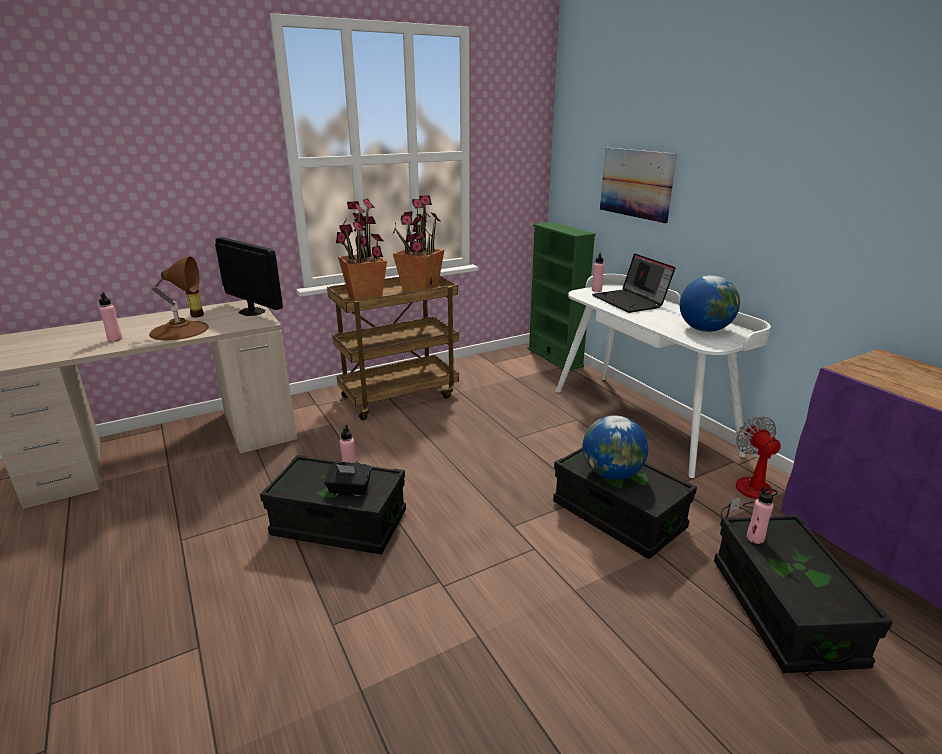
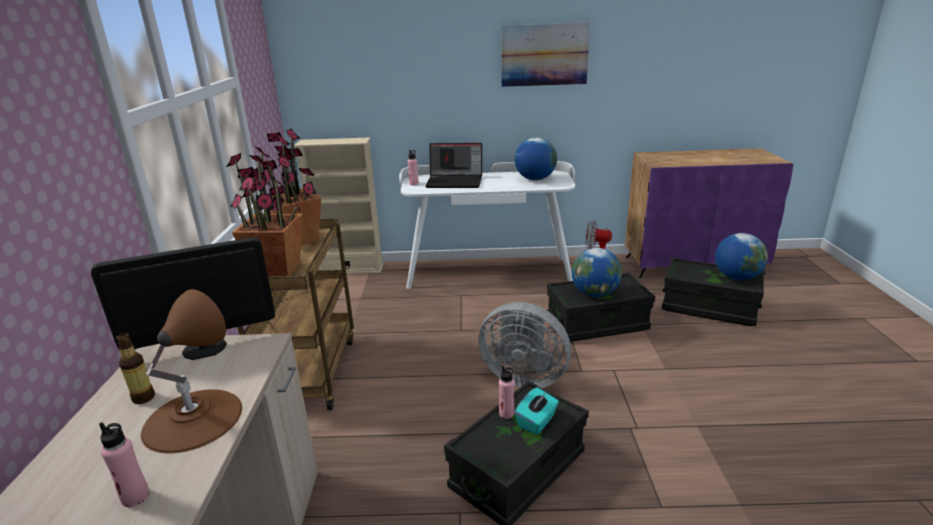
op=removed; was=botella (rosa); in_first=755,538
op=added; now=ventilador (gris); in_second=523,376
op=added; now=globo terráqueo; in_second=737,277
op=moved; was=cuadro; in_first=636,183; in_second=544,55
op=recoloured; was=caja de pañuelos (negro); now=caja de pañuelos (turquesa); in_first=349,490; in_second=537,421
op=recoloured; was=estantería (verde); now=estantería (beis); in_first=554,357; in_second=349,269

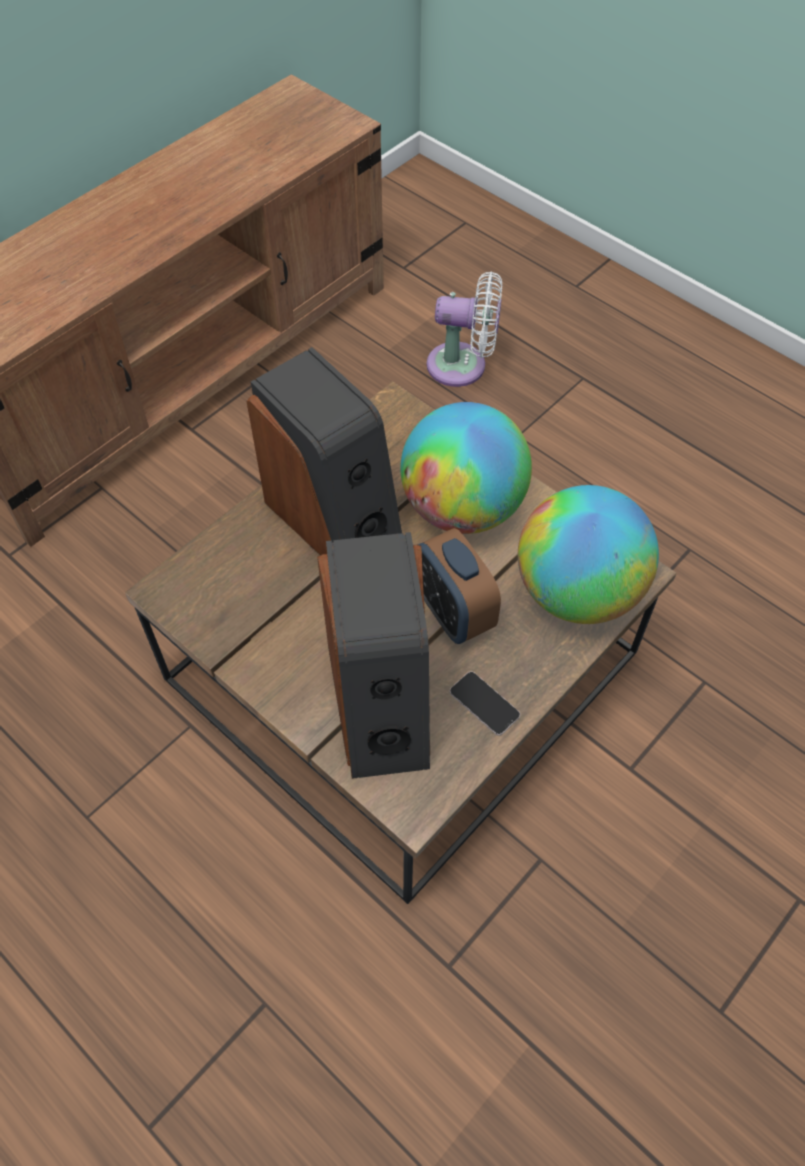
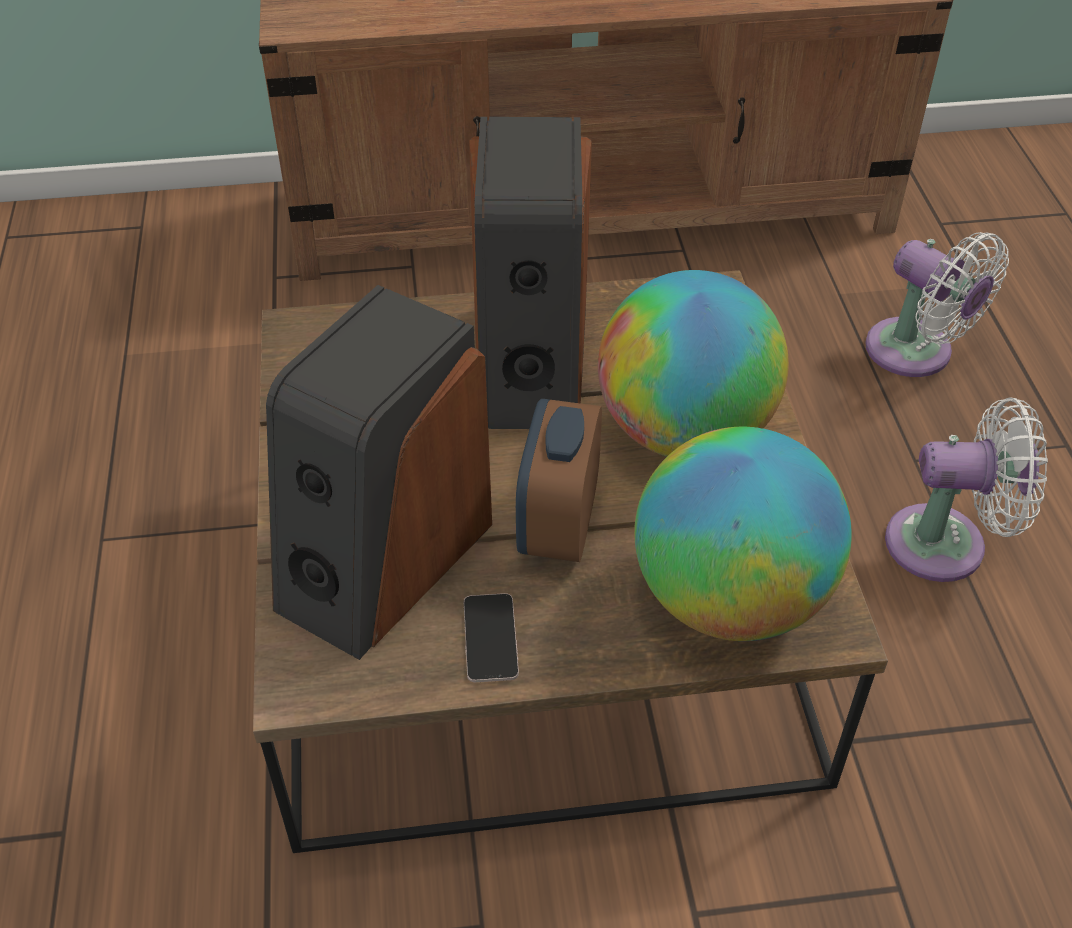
op=added; now=ventilador (blanco); in_second=946,544

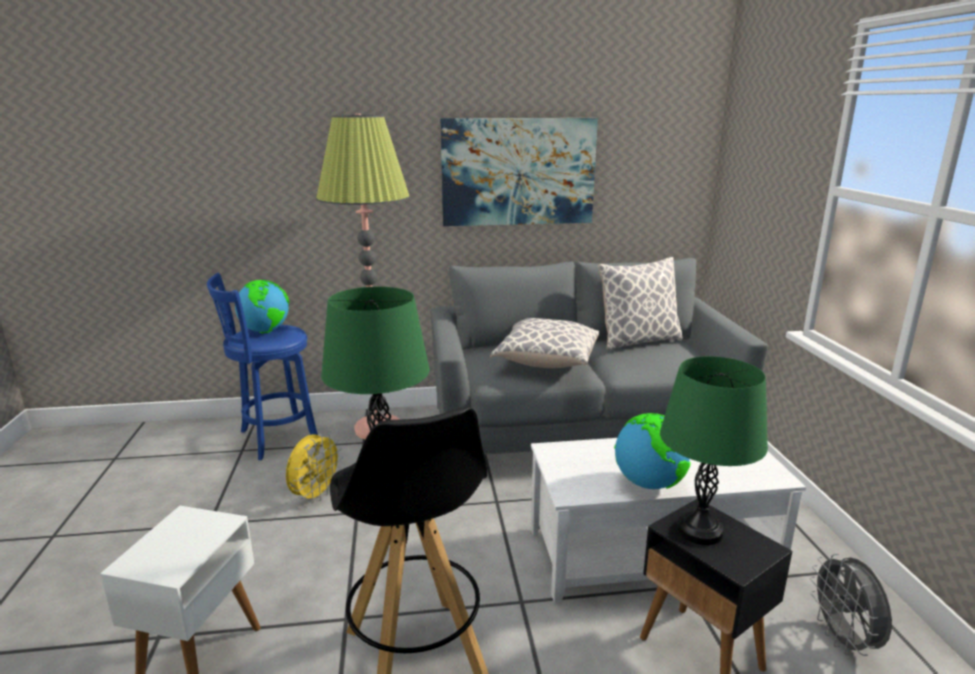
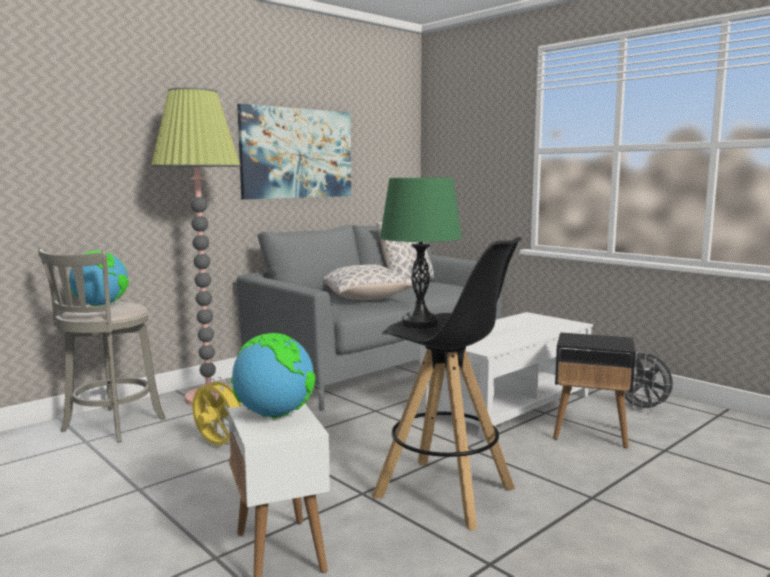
op=removed; was=lámpara de mesa (verde); in_first=699,531
op=moved; was=globo terráqueo; in_first=648,484; in_second=274,415
op=recoloured; was=taburete (azul); now=taburete (gris); in_first=275,438; in_second=110,426
op=turned; was=ventilador (amarillo); in_first=315,495; in_second=218,446; clockwise=-45

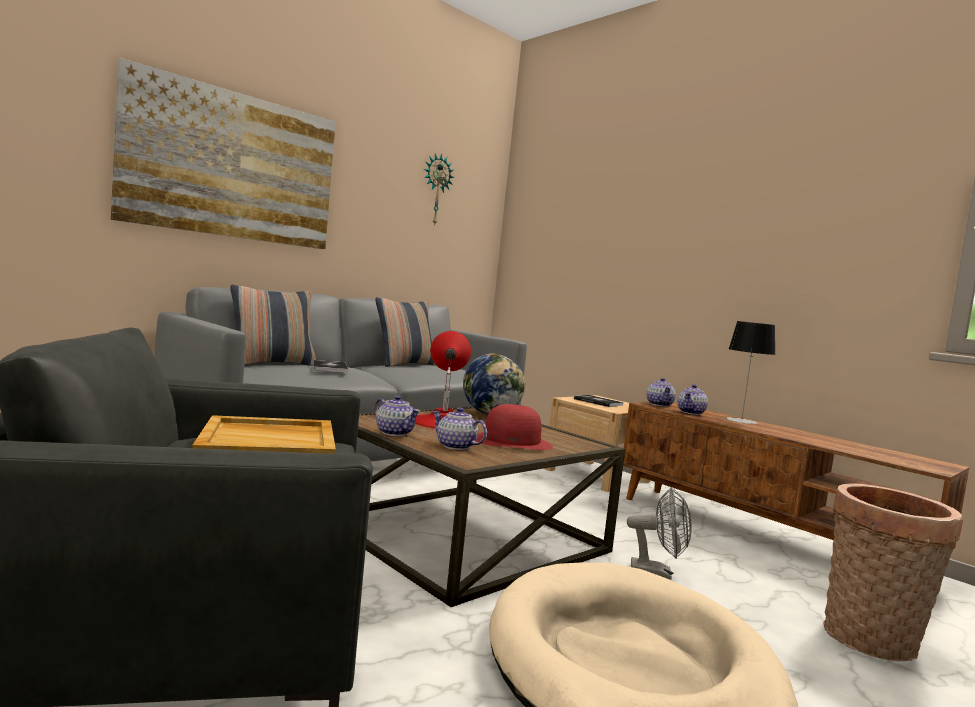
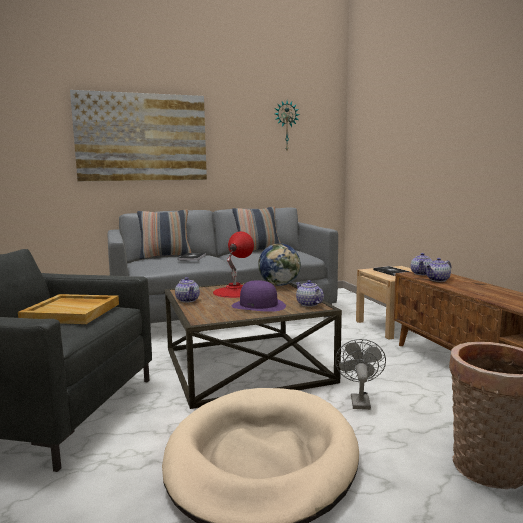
op=removed; was=lámpara de mesa; in_first=741,421
op=moved; was=tetera; in_first=456,446; in_second=308,304
op=recoloured; was=sombrero (rojo); now=sombrero (morado); in_first=512,442; in_second=259,305
op=turned; was=ventilador (gris); in_first=657,572; in_second=359,400; clockwise=-120

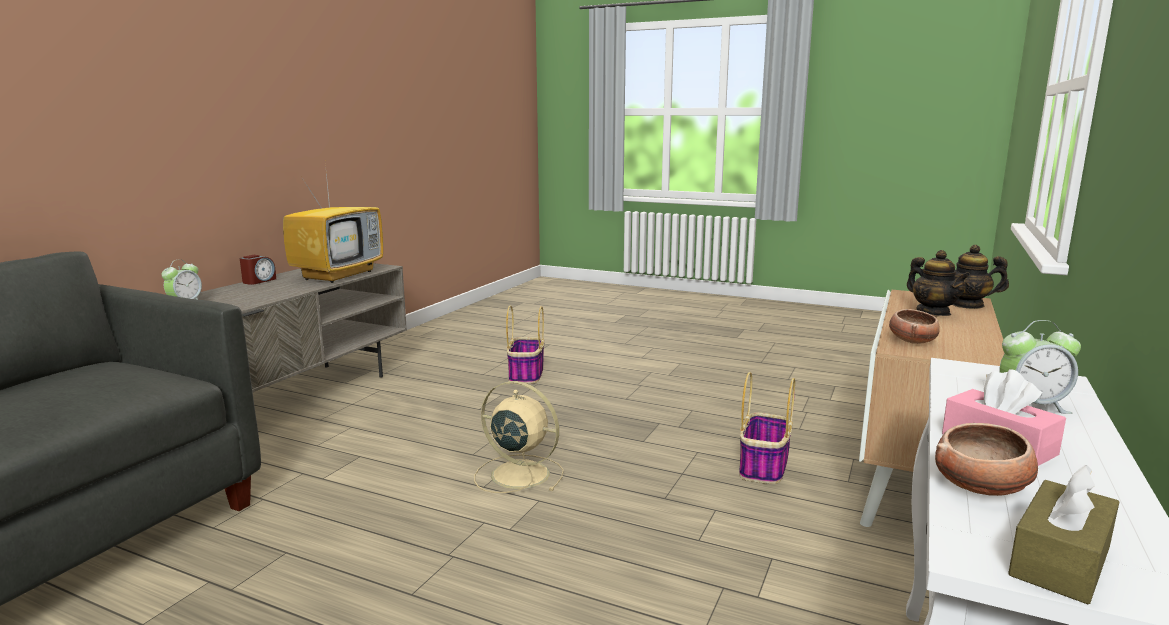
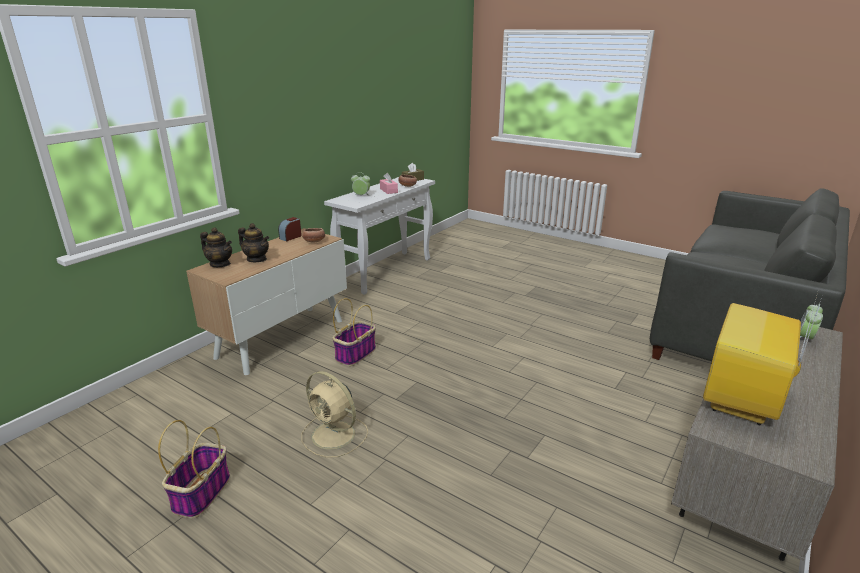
op=moved; was=despertador; in_first=259,281; in_second=291,237
op=moved; was=ventilador (beis); in_first=517,474; in_second=335,435
op=moved; was=cesta; in_first=526,375; in_second=202,492
op=turned; was=tetera; in_first=933,312; in_second=257,259; clockwise=135

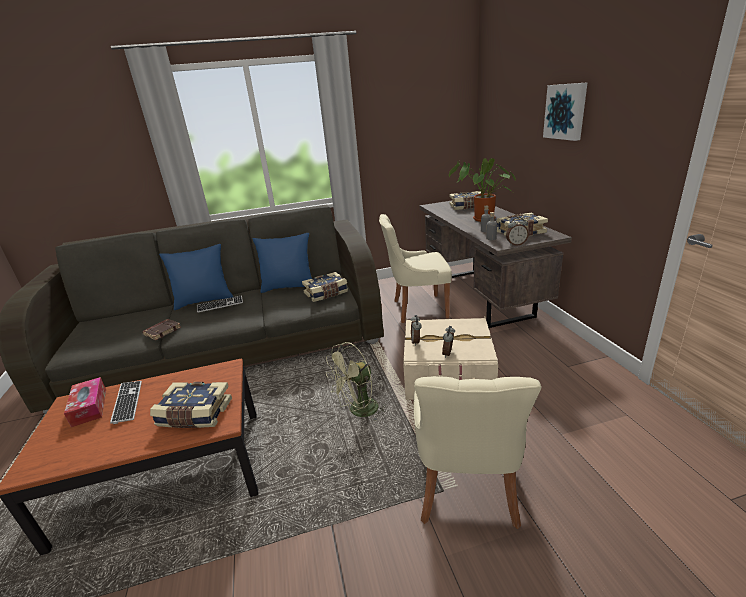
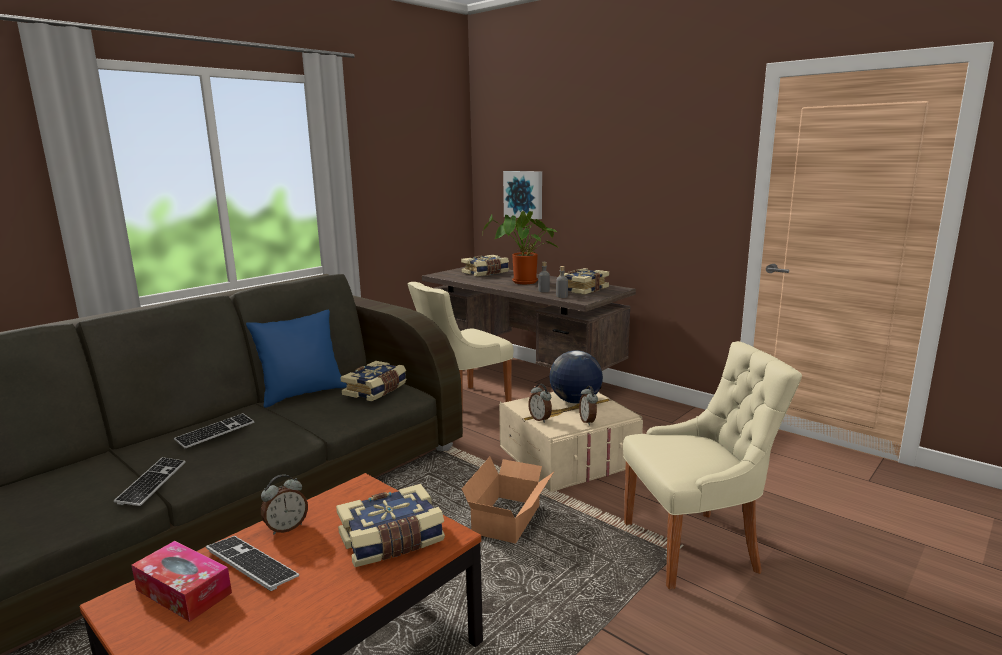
op=removed; was=cojín (azul); in_first=204,301
op=added; now=globo terráqueo; in_second=575,401
op=moved; was=despertador; in_first=516,244; in_second=286,528
op=moved; was=cuadro; in_first=566,111; in_second=524,194
op=replaced; was=libro (marrón); now=teclado; in_first=162,331; in_second=152,483
op=replaced; was=ventilador (verde); now=caja de cartón; in_first=359,411; in_second=510,519
op=turned; was=silla (beis); in_first=466,491; in_second=695,546; clockwise=-75

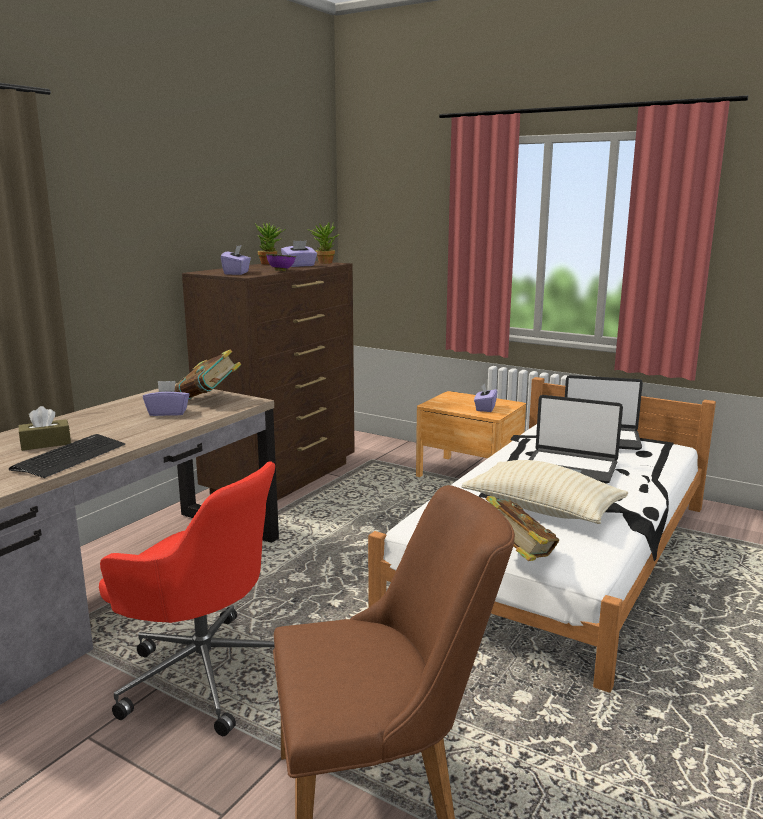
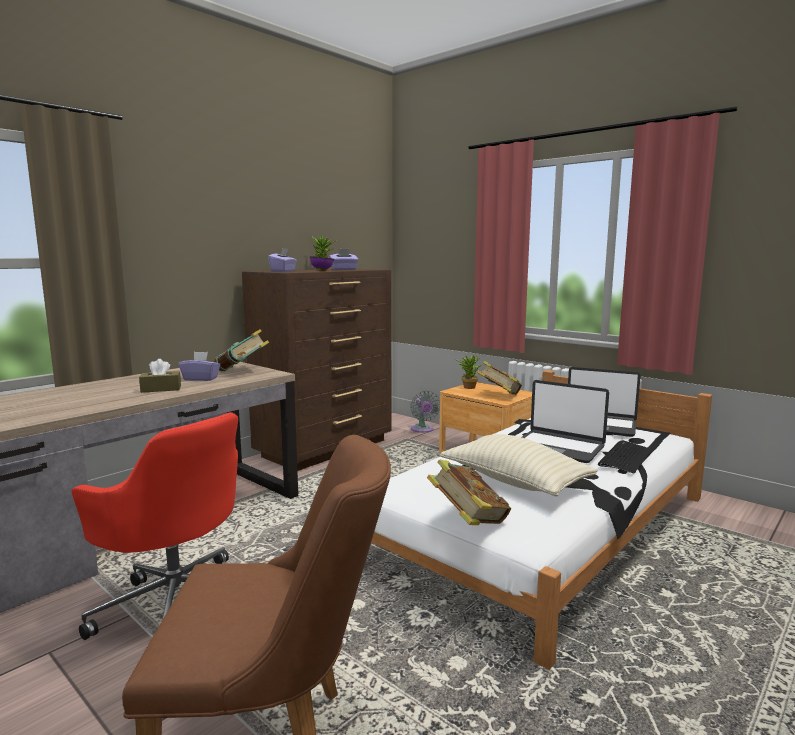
op=added; now=ventilador (gris); in_second=423,430
op=moved; was=teclado; in_first=70,457; in_second=625,457
op=moved; was=caja de pañuelos (marrón); in_first=46,444; in_second=161,389
op=moved; was=planta en maceta; in_first=324,263; in_second=468,387
op=replaced; was=caja de pañuelos (morado); now=libro; in_first=485,408; in_second=499,395

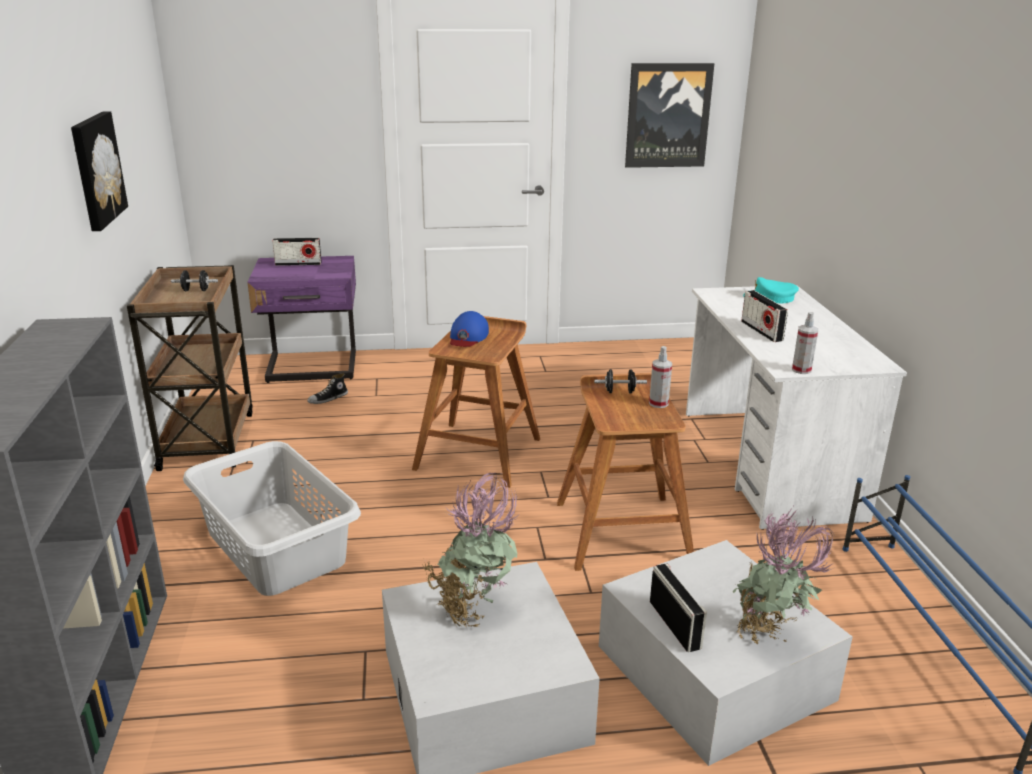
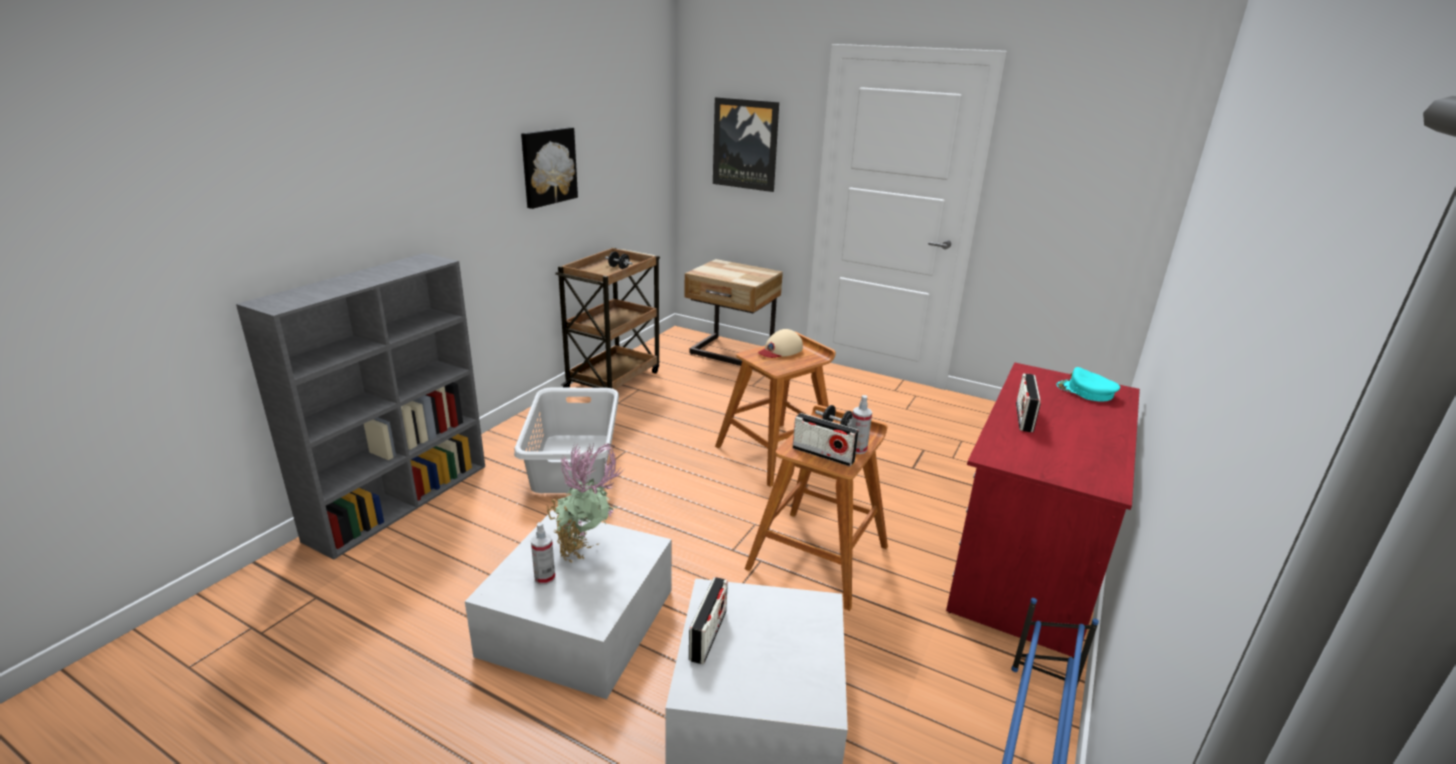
op=removed; was=zapato; in_first=328,399
op=removed; was=planta en maceta; in_first=769,640
op=moved; was=radio; in_first=298,264; in_second=823,454
op=moved; was=cuadro; in_first=668,115; in_second=745,144
op=moved; was=pulverizador; in_first=801,370; in_second=545,577
op=recoloured; was=mesita de noche (morado); now=mesita de noche (beis); in_first=313,369; in_second=731,353
op=recoloured; was=gorra (azul); now=gorra (beis); in_first=468,336; in_second=780,350
op=recoloured; was=escritorio (blanco); now=escritorio (rojo); in_first=768,463; in_second=1028,559

